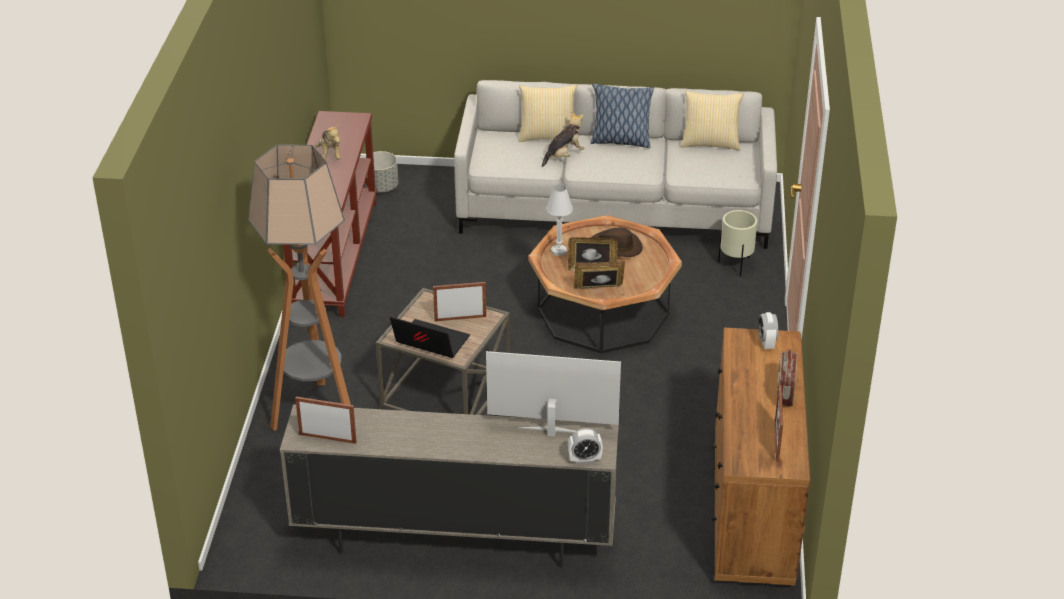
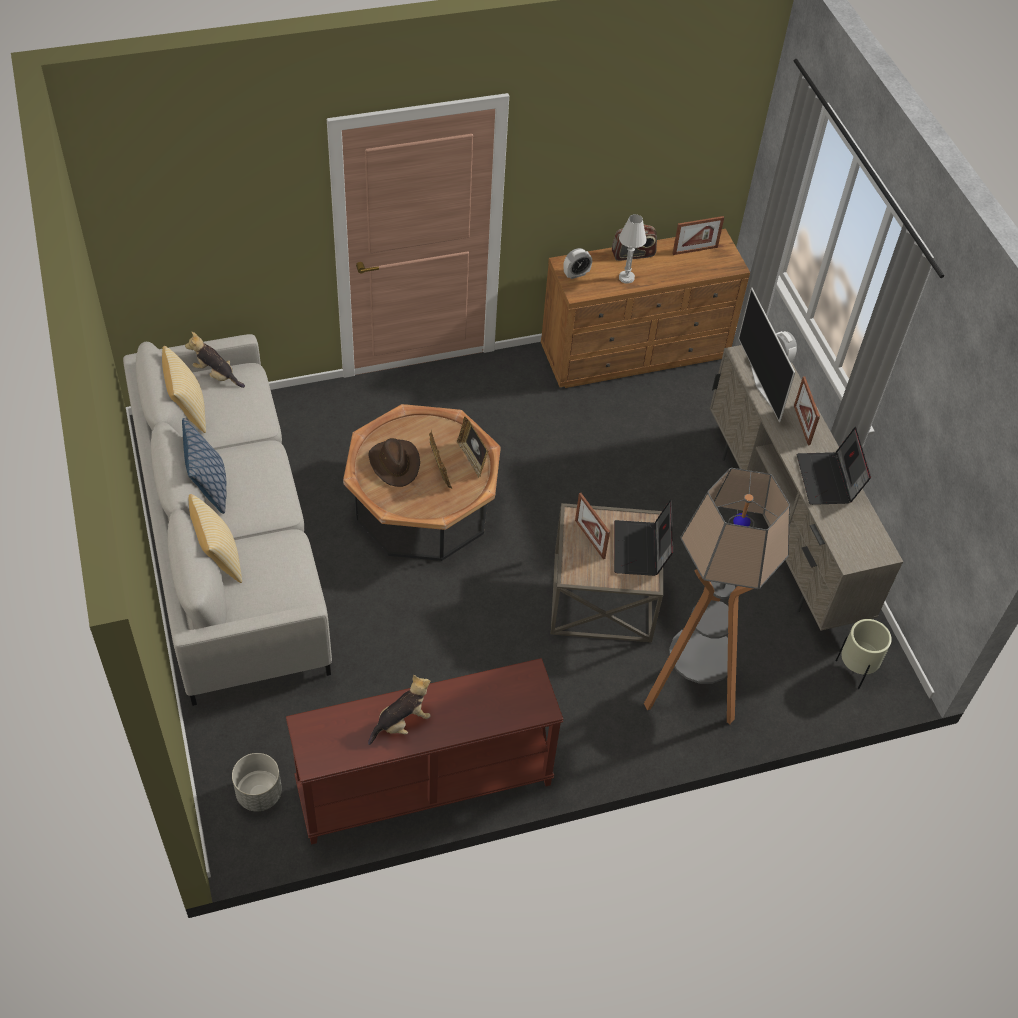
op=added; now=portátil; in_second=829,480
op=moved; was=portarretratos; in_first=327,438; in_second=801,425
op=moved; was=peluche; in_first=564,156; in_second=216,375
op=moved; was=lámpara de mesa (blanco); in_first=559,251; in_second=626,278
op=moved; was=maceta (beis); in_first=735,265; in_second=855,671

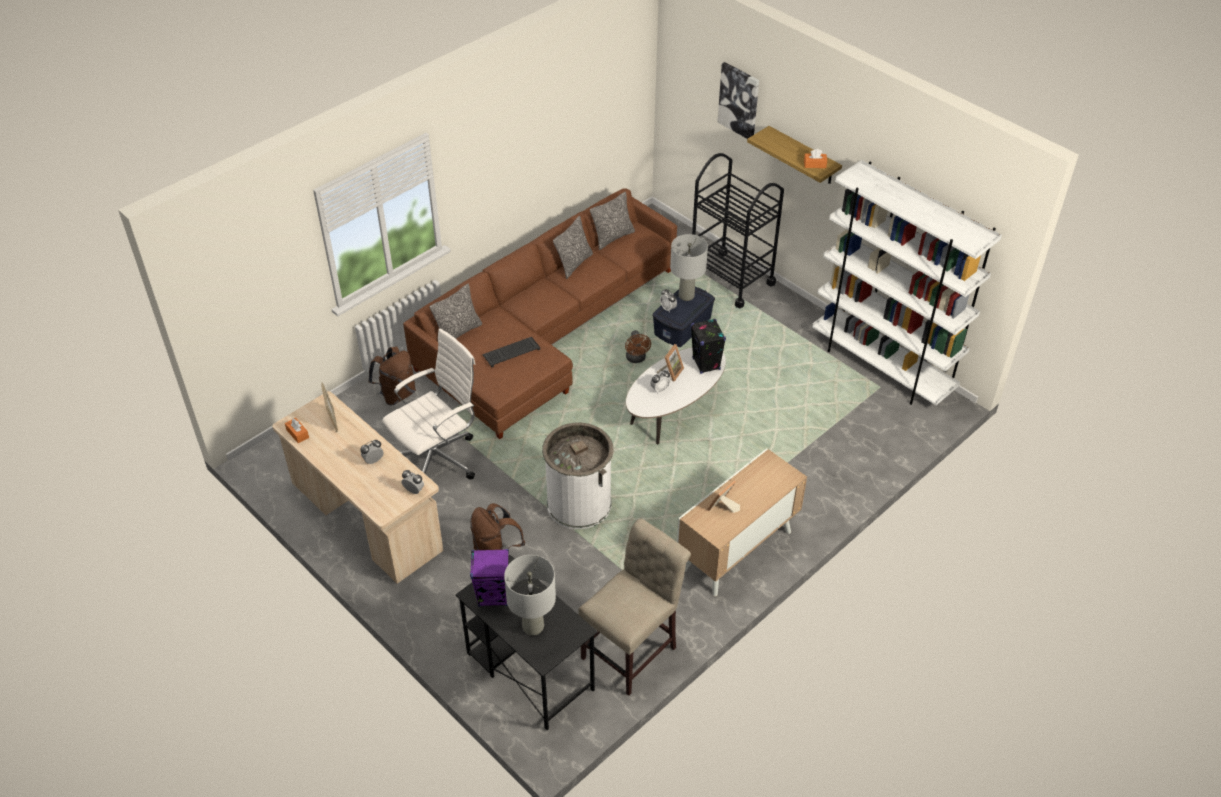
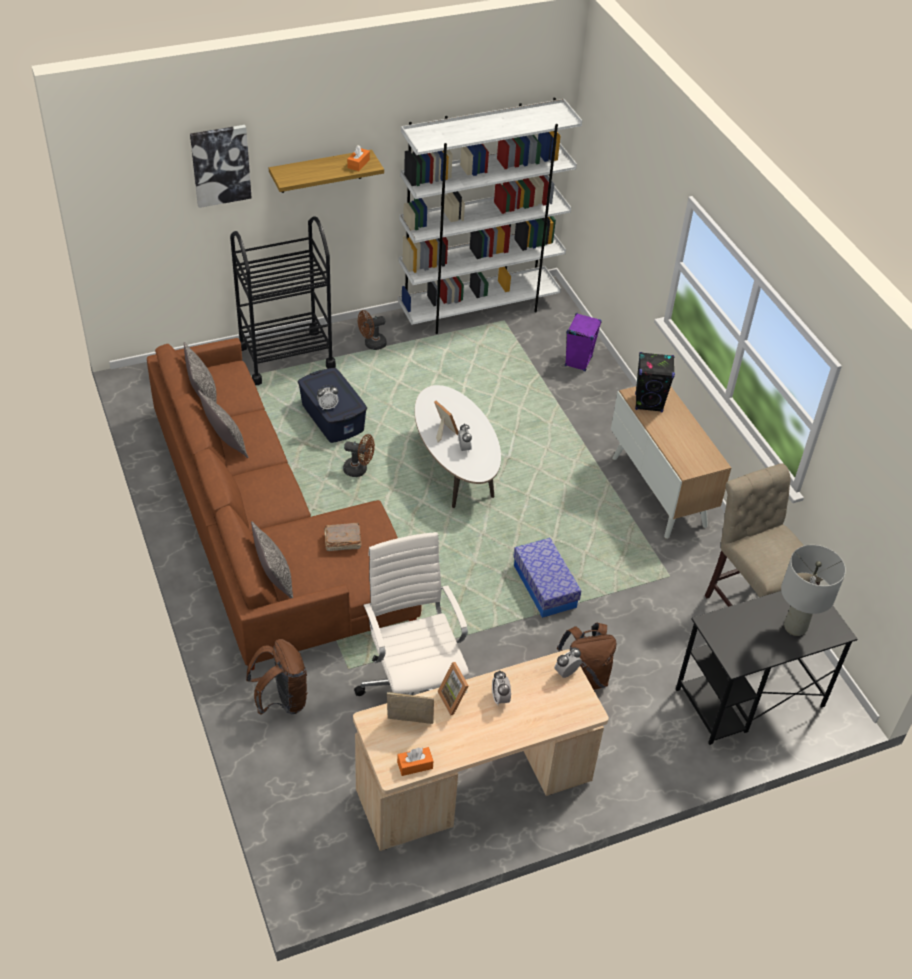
op=removed; was=lámpara de mesa (gris); in_first=686,296
op=added; now=ventilador (marrón); in_second=372,344
op=moved; was=altavoz (morado); in_first=493,596; in_second=578,361
op=moved; was=altavoz (negro); in_first=706,364; in_second=649,403
op=moved; was=portarretratos; in_first=723,508; in_second=455,699
op=replaced; was=teclado; now=libro (marrón); in_first=511,352; in_second=342,542
op=replaced; was=papelera (blanco); now=caja de almacenaje; in_first=579,503; in_second=544,586

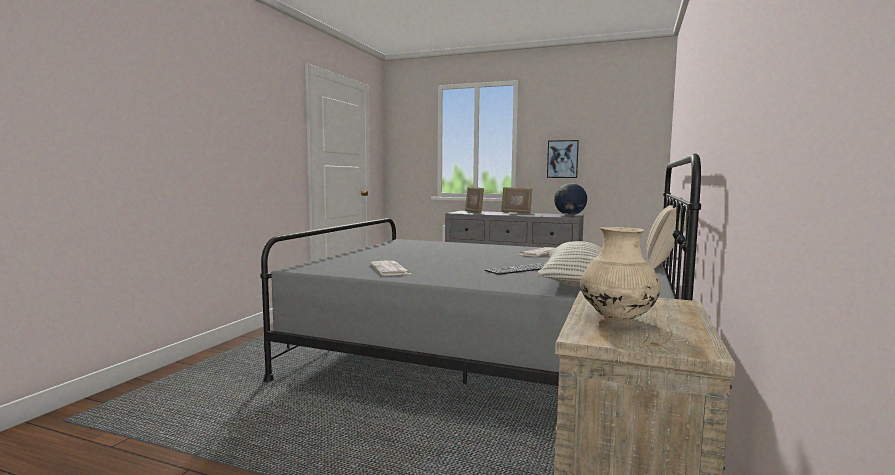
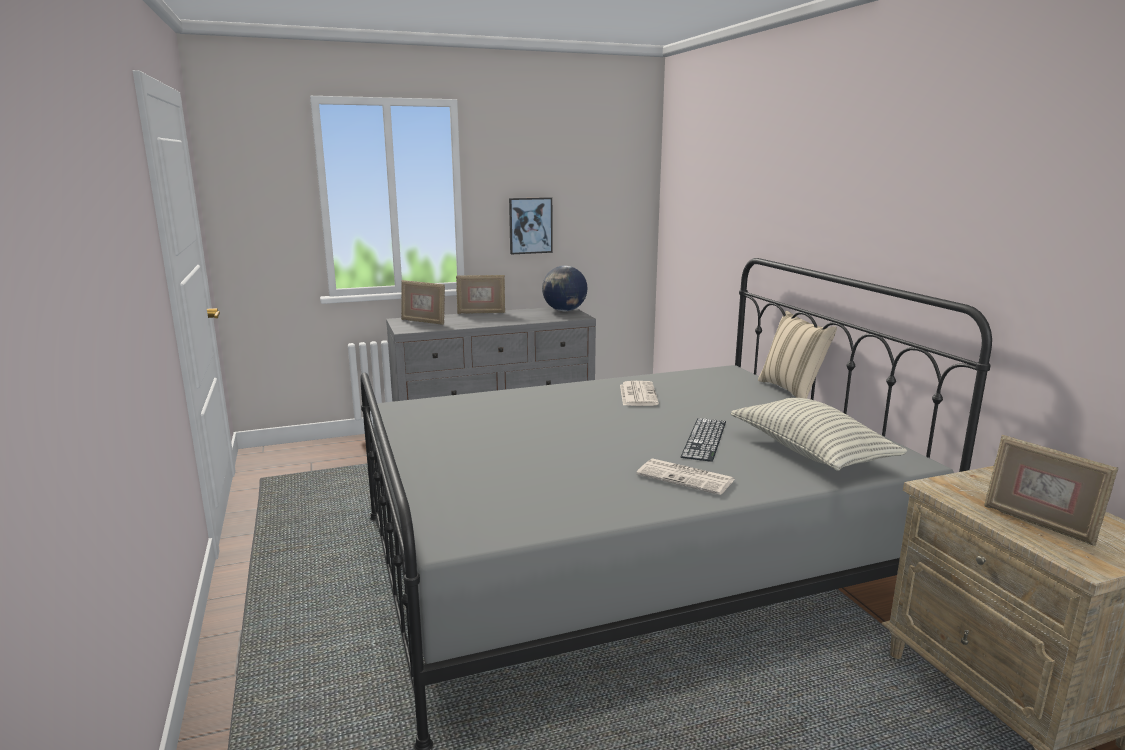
op=moved; was=periódico; in_first=390,269; in_second=687,477
op=replaced; was=florero (beis); now=portarretratos; in_first=617,319; in_second=1038,524

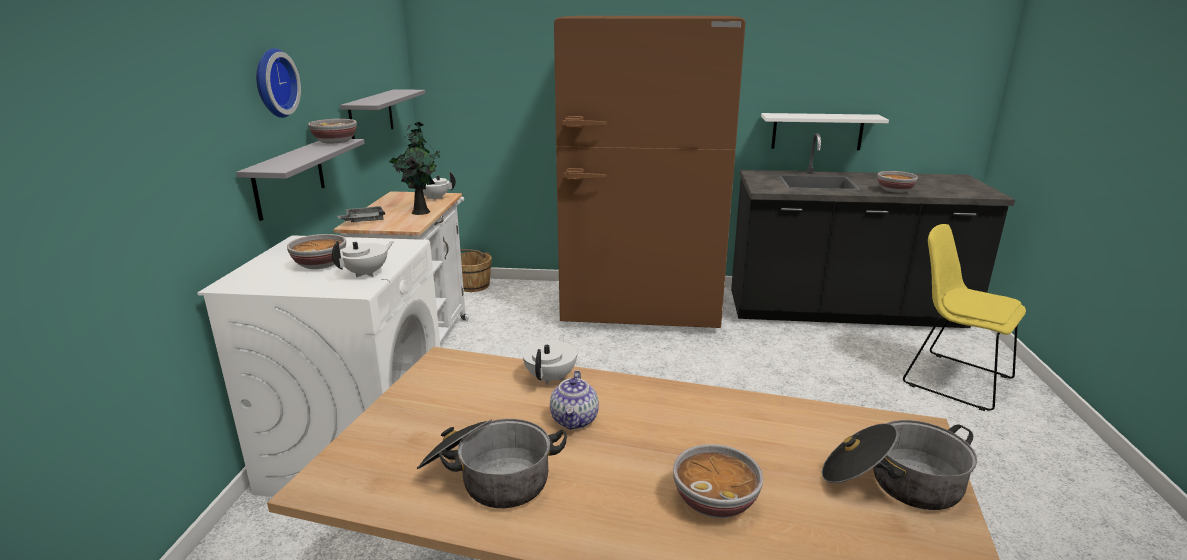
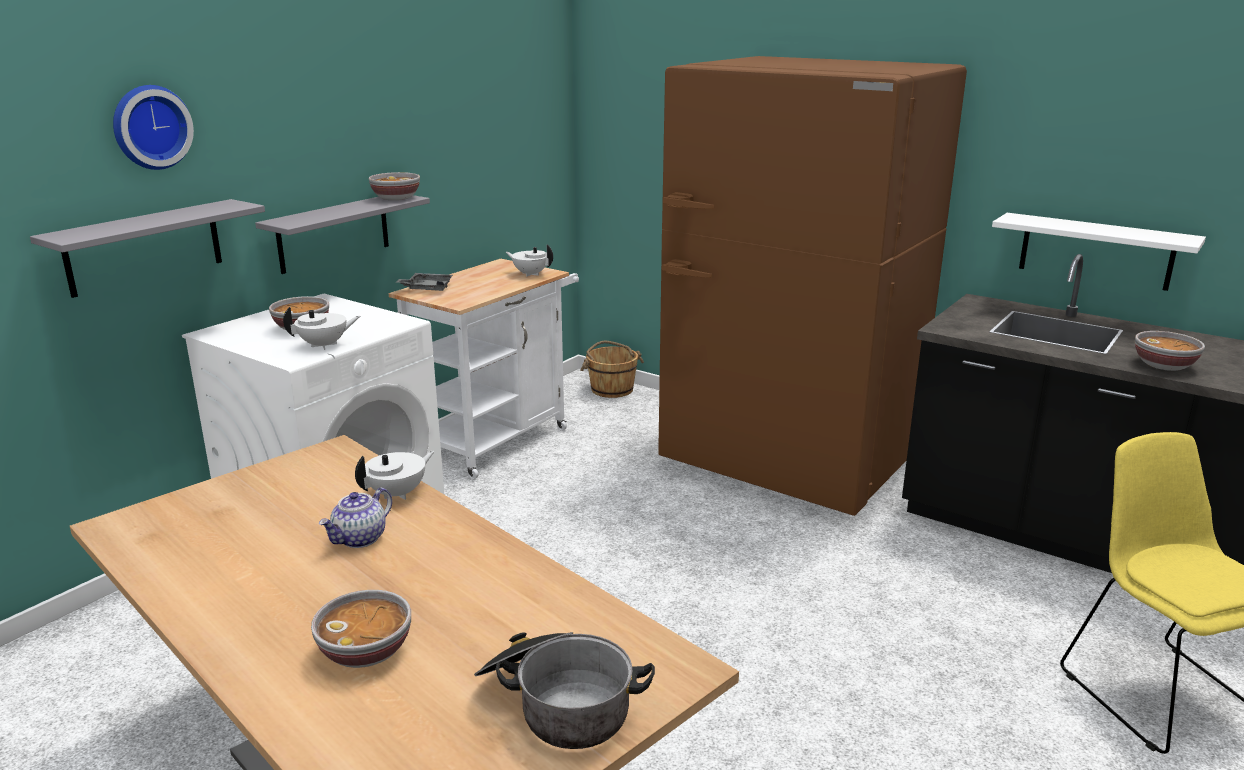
op=removed; was=planta en maceta; in_first=421,211
op=removed; was=olla; in_first=489,478
op=moved; was=reloj de pared; in_first=272,83; in_second=150,127
op=moved; was=estante (gris); in_first=371,116; in_second=144,247

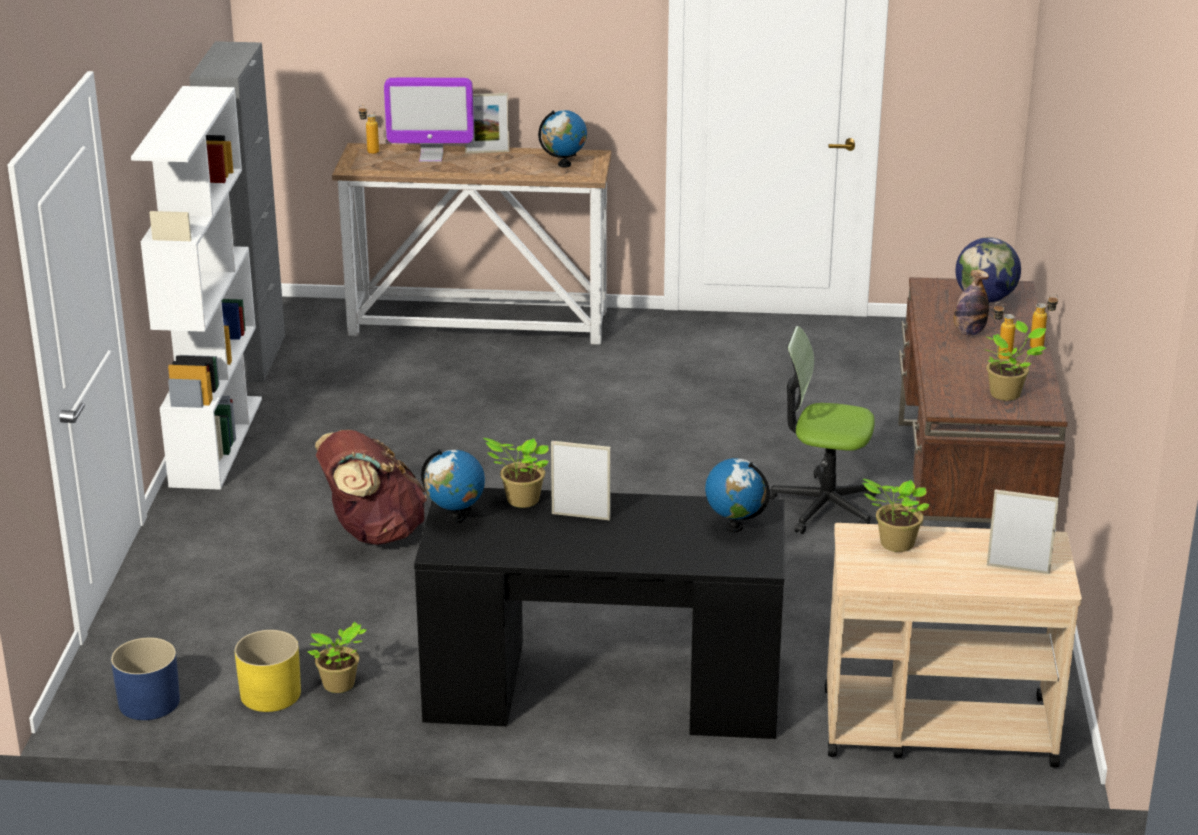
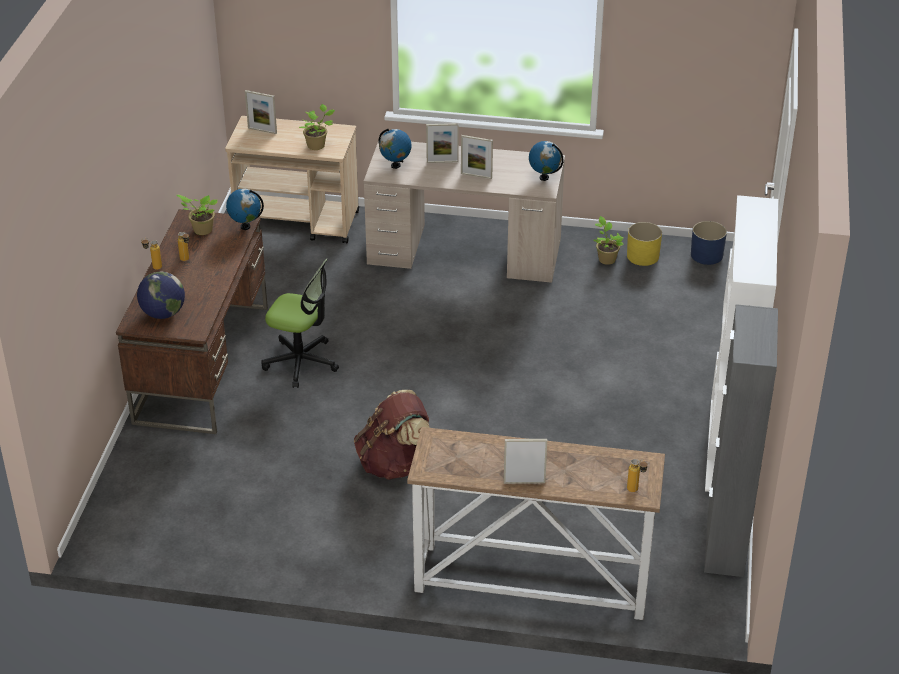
op=removed; was=monitor; in_first=431,157
op=removed; was=planta en maceta; in_first=520,500
op=removed; was=botella; in_first=968,332
op=added; now=portarretratos; in_second=442,162
op=moved; was=mochila (marrón); in_first=373,532; in_second=393,463
op=moved; was=globo terráqueo; in_first=564,164; in_second=245,226
op=recoloured; was=escritorio (negro); now=escritorio (beis); in_first=602,686; in_second=465,251

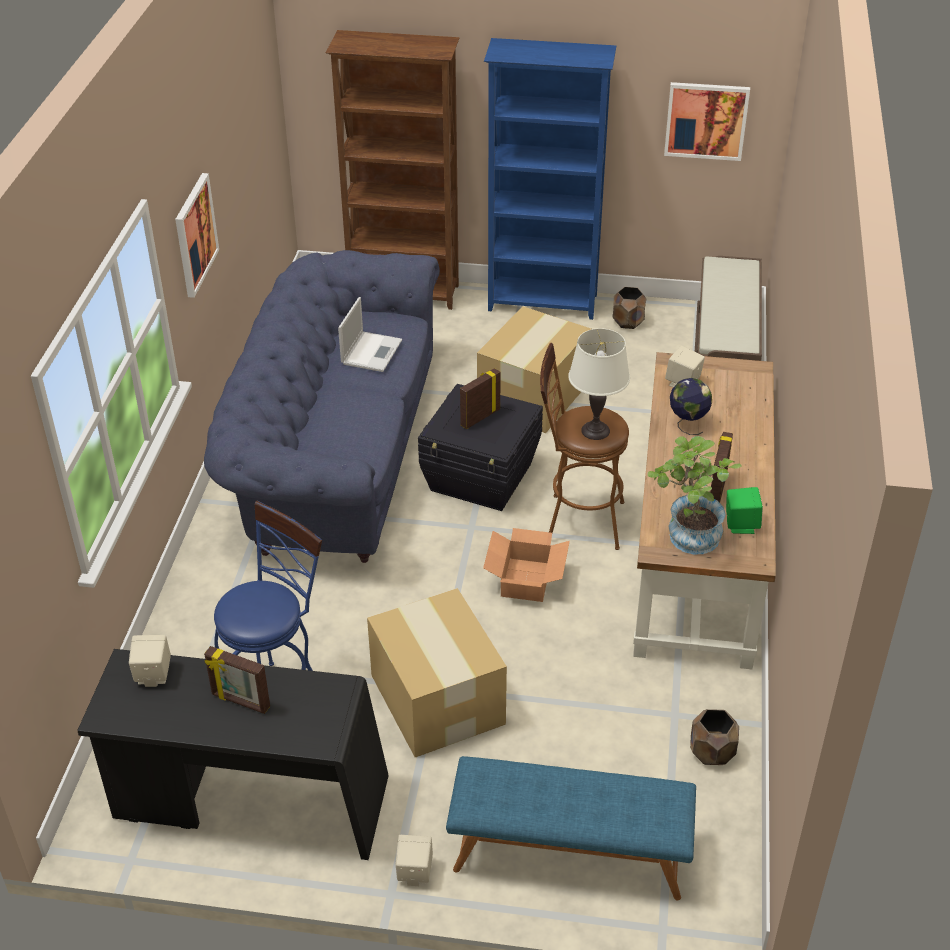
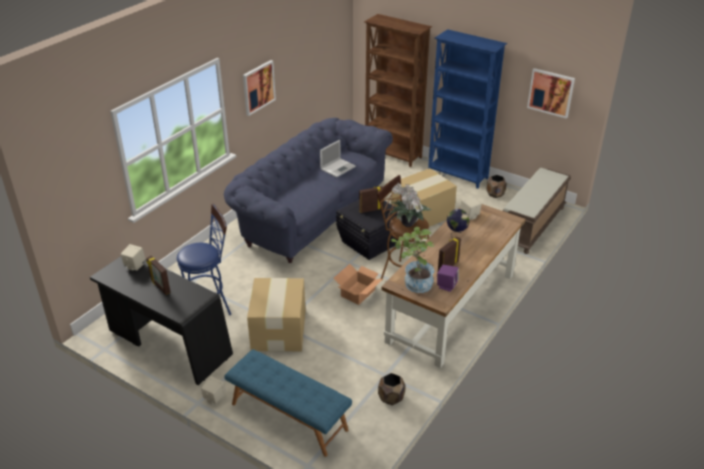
op=replaced; was=lámpara de mesa (blanco); now=planta en maceta; in_first=595,431; in_second=408,225
op=recoloured; was=altavoz (verde); now=altavoz (morado); in_first=741,524; in_second=446,285

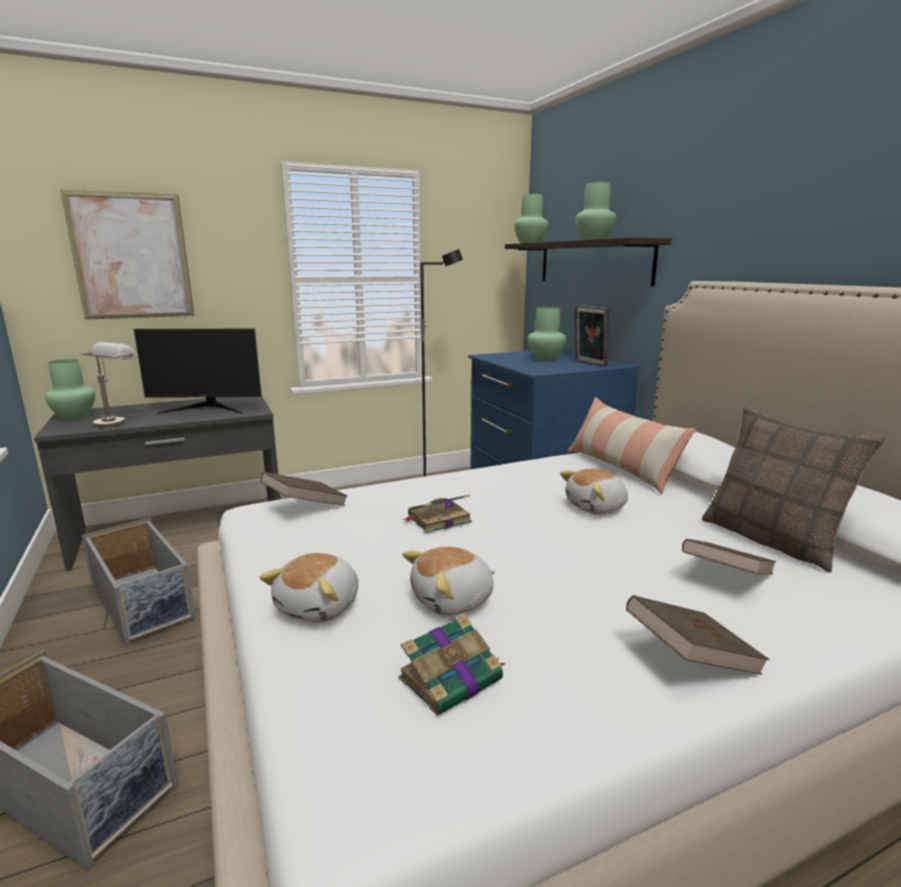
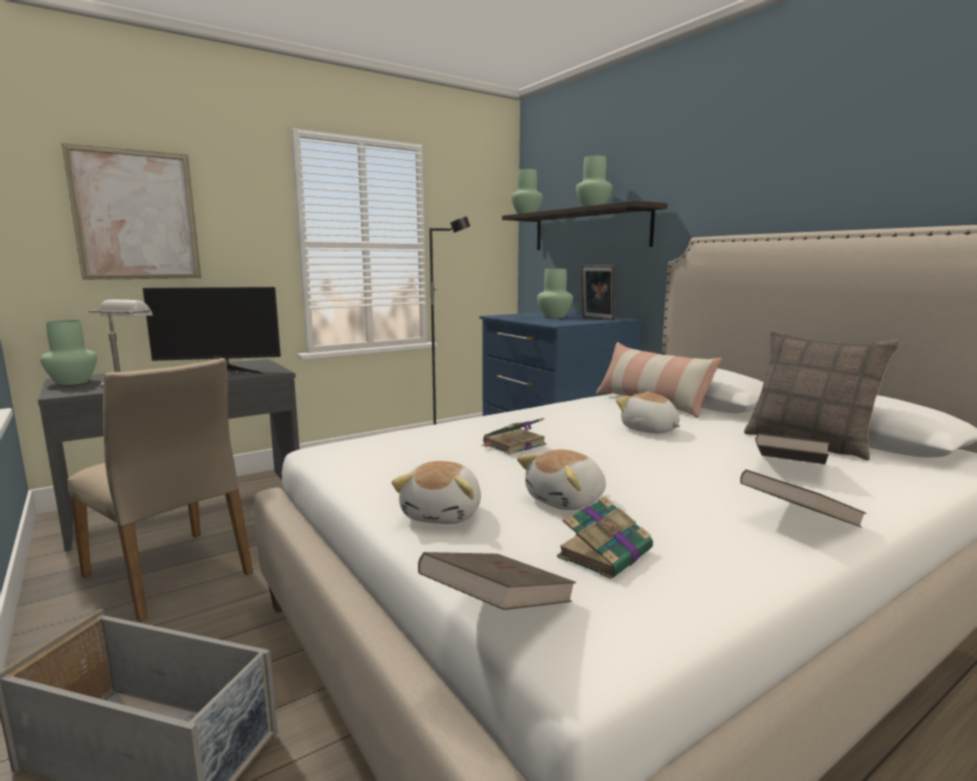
op=moved; was=libro (marrón); in_first=305,506; in_second=498,609
op=replaced; was=caja de almacenaje (gris); now=silla (beis); in_first=144,603; in_second=171,573
op=turned; was=peluche; in_first=597,507; in_second=649,430; clockwise=90

